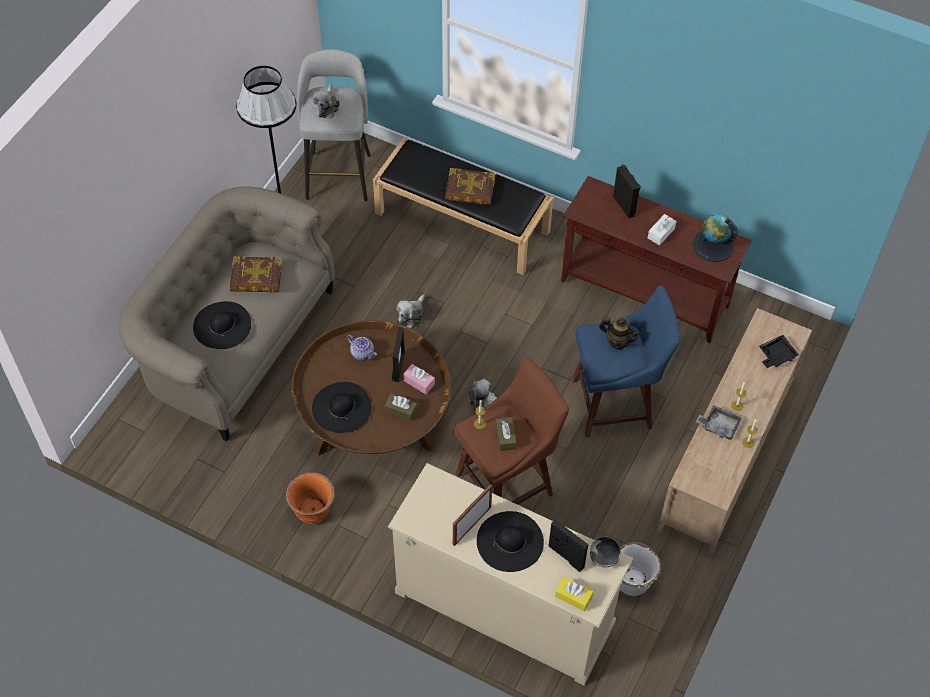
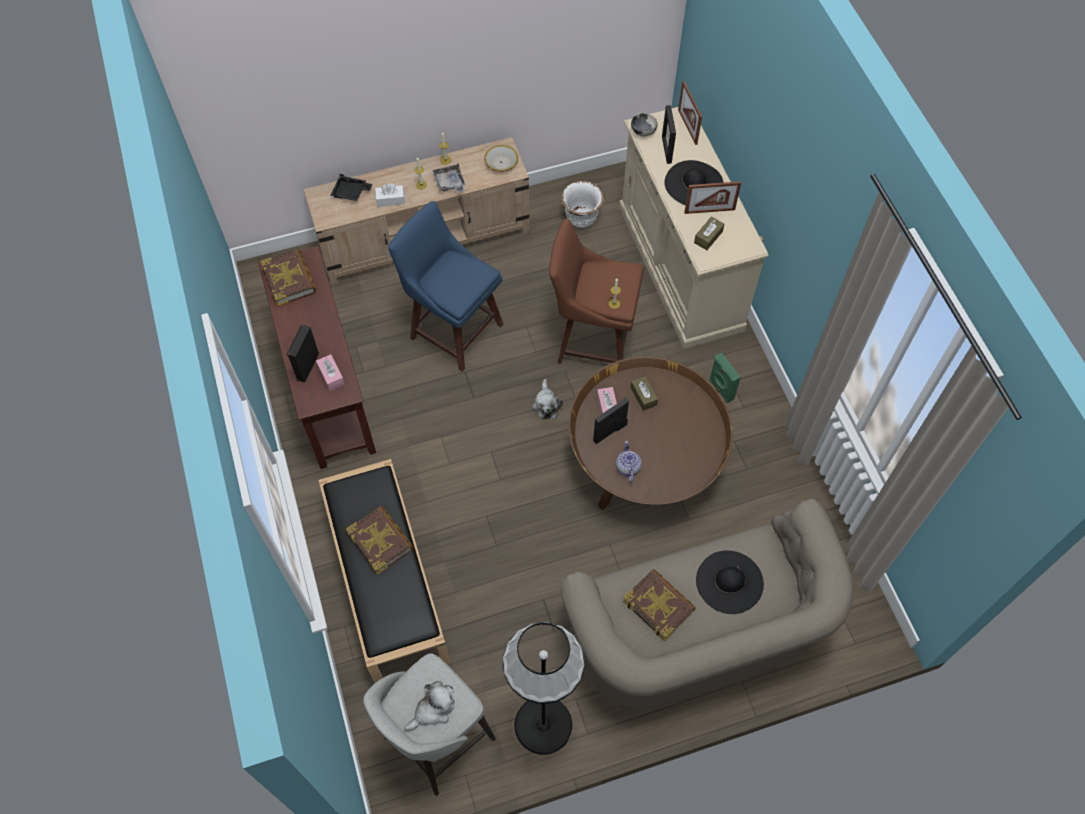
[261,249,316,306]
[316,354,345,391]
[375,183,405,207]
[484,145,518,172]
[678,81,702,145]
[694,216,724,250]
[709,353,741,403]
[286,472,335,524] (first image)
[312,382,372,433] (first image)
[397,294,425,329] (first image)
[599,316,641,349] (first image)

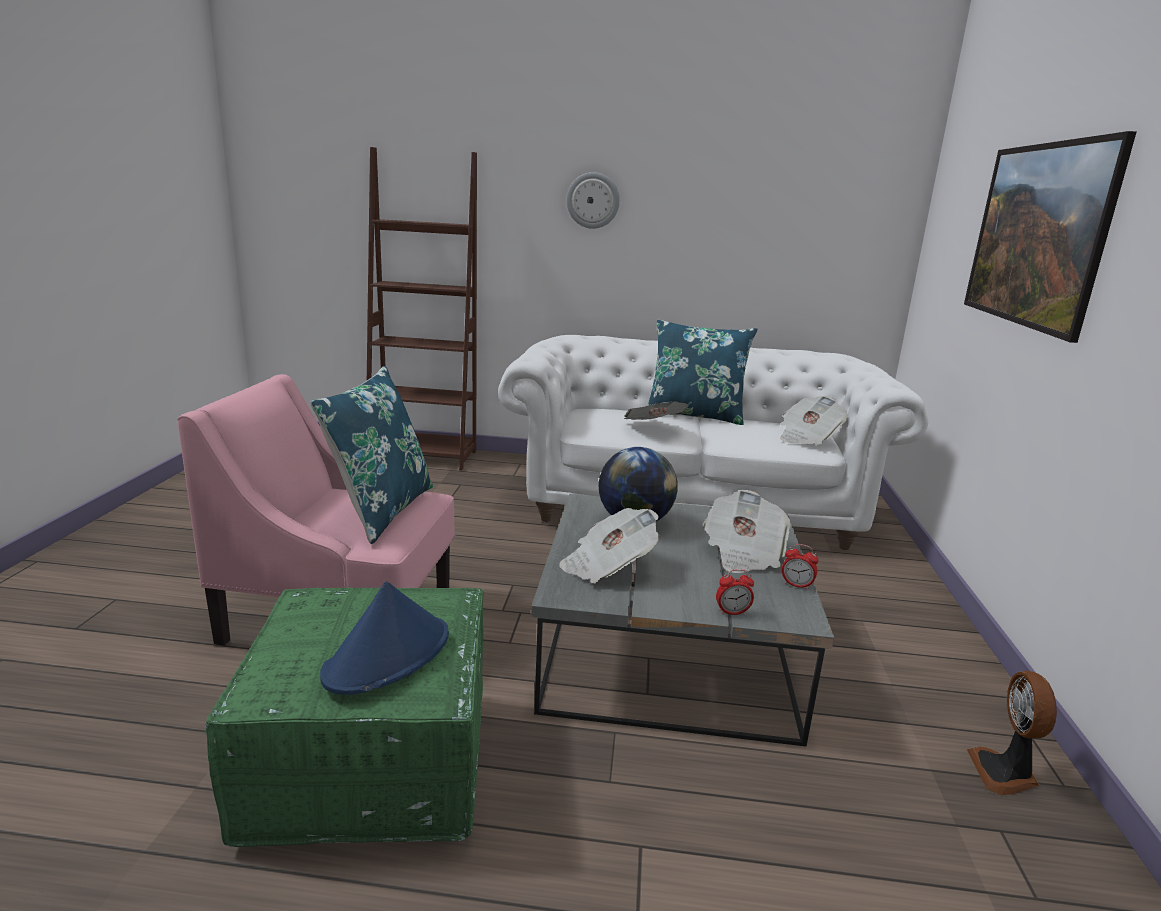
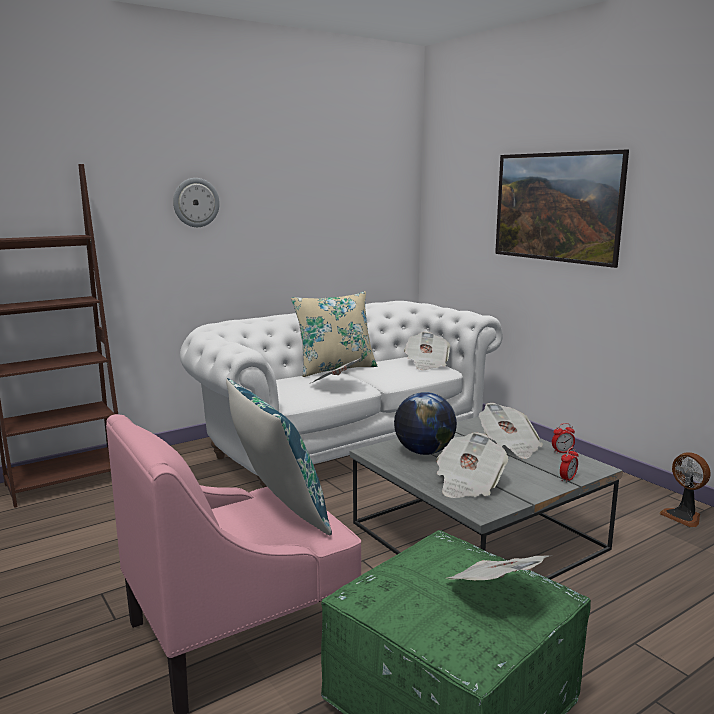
[291,291,378,377]
[445,555,552,580]

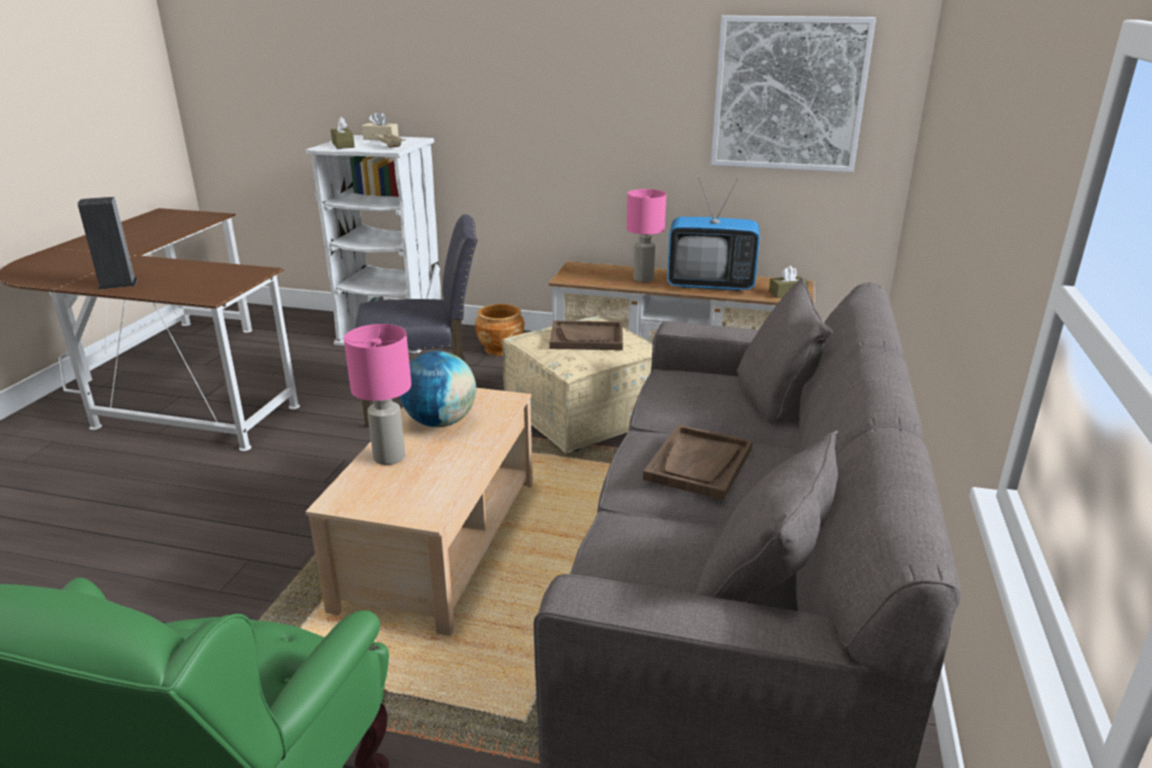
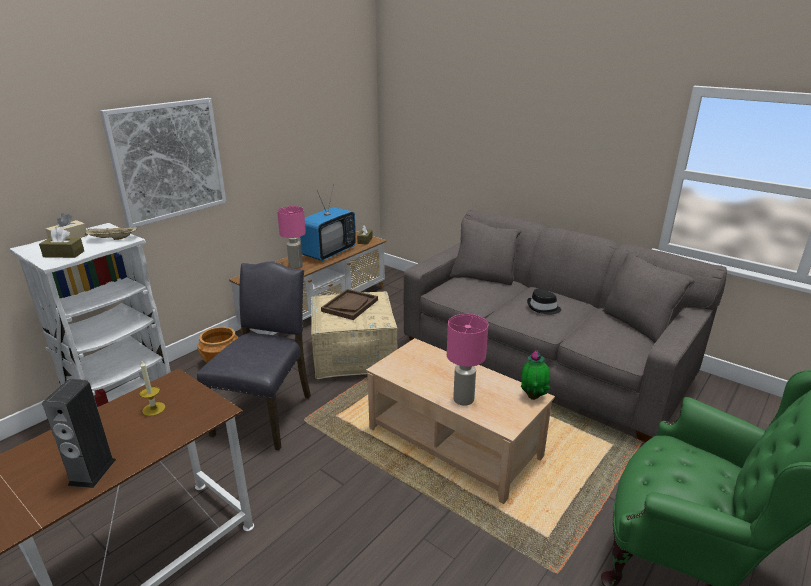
[100,98,226,228]
[140,361,165,416]
[521,350,551,400]
[527,289,561,315]
[400,351,476,427] (first image)

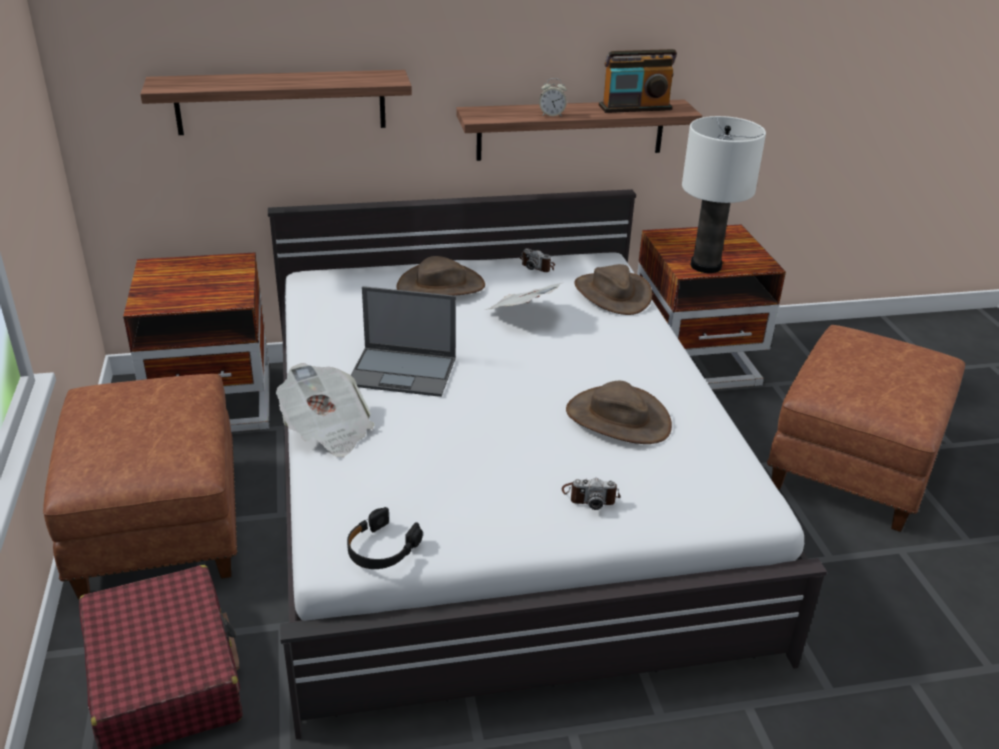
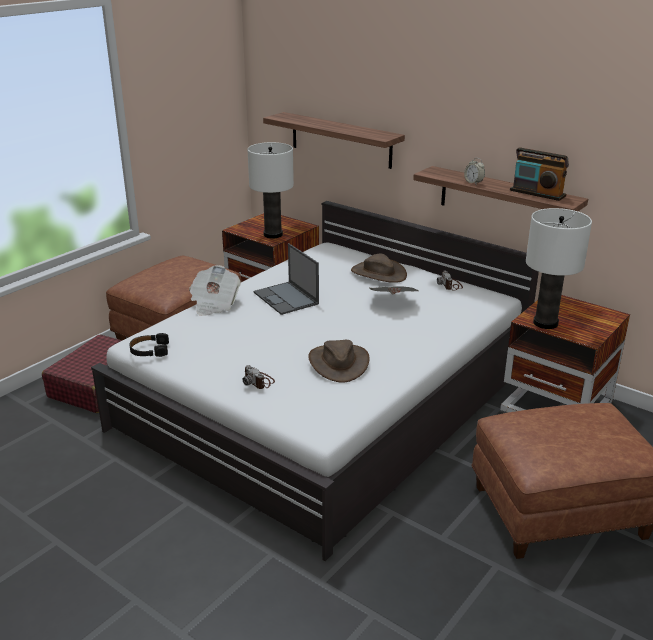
[247,142,294,238]
[574,264,652,315] (first image)

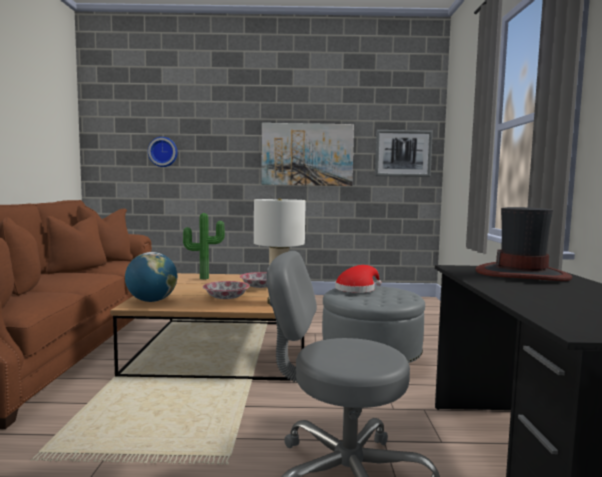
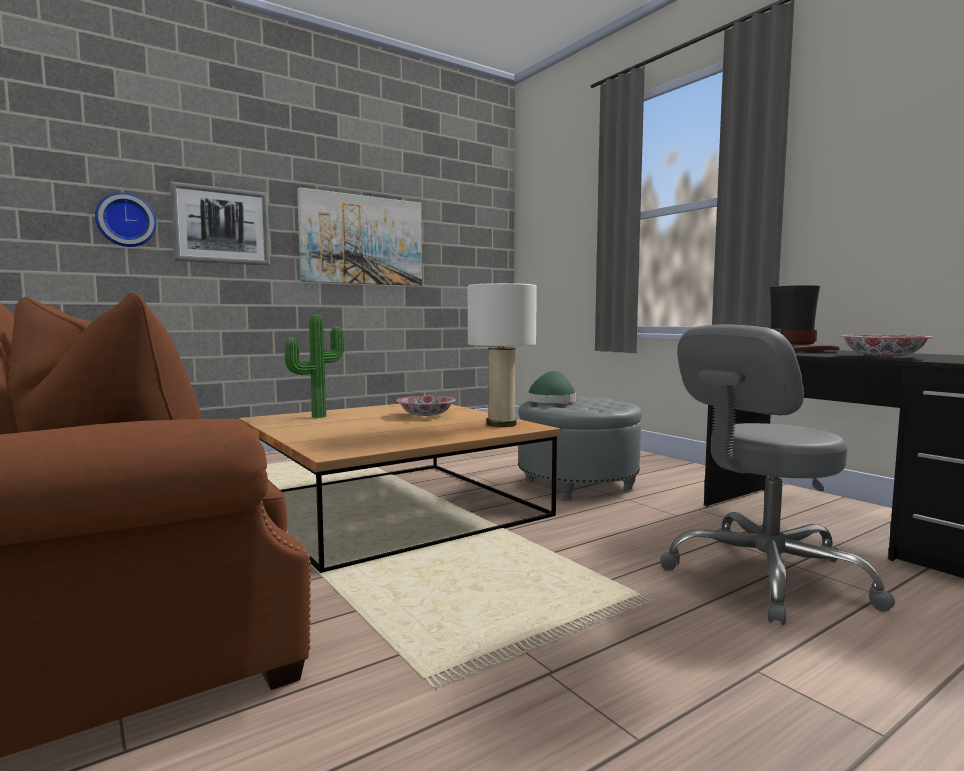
[170,181,270,266]
[527,371,576,403]
[840,335,933,357]
[125,252,177,302] (first image)

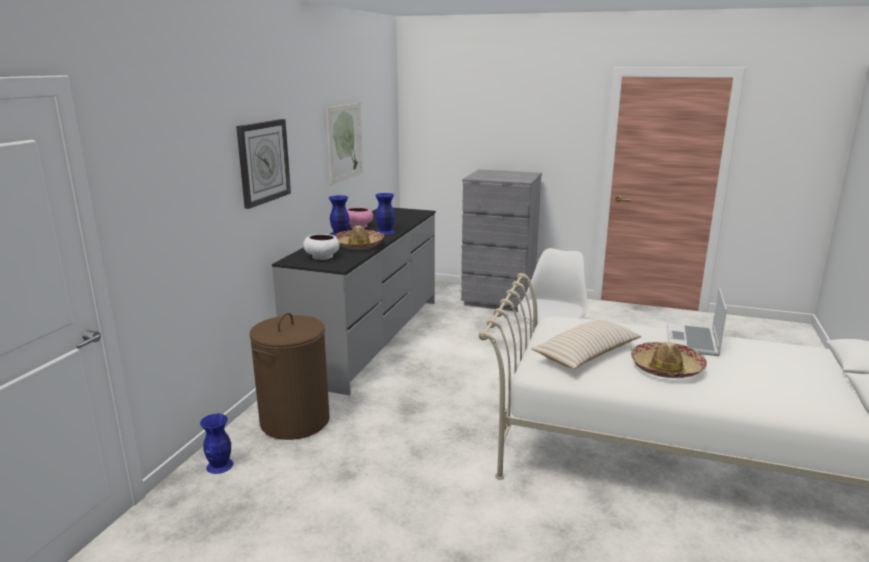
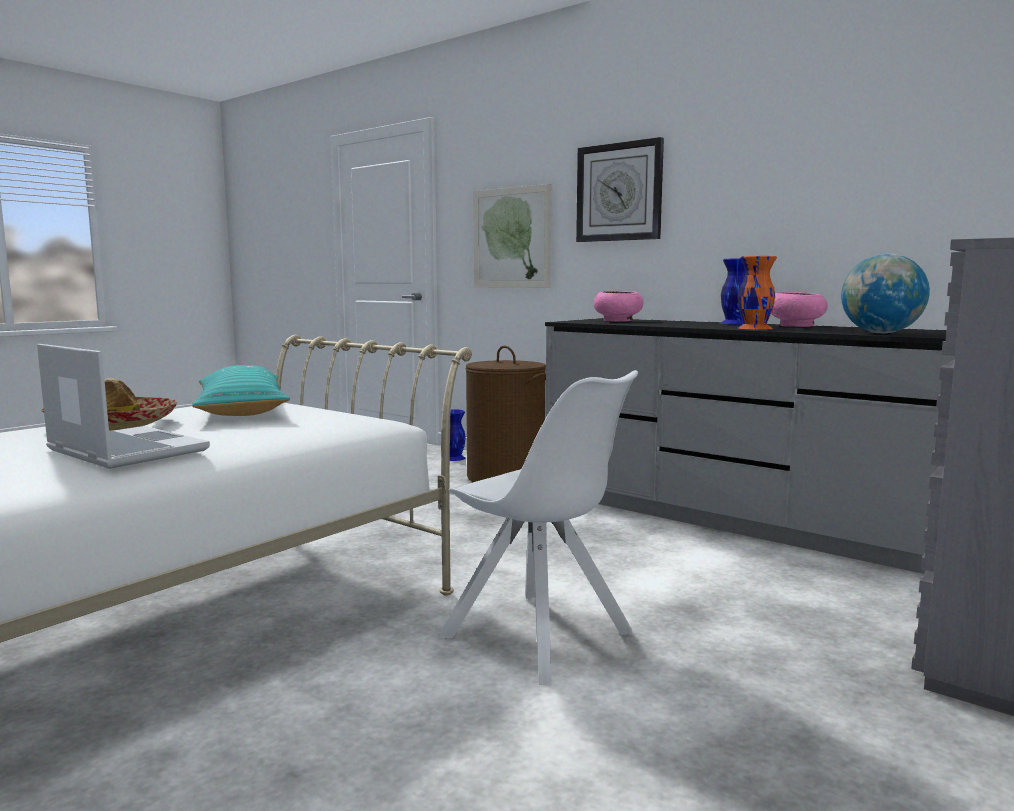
[192,365,290,416]
[473,184,552,288]
[593,291,644,322]
[737,256,777,329]
[841,254,930,333]
[334,226,384,249] (first image)

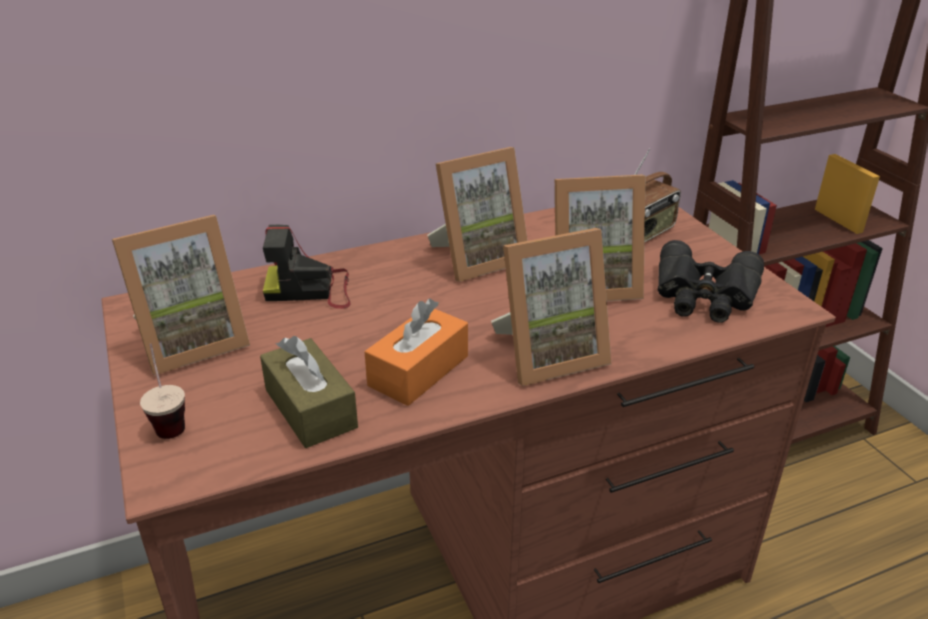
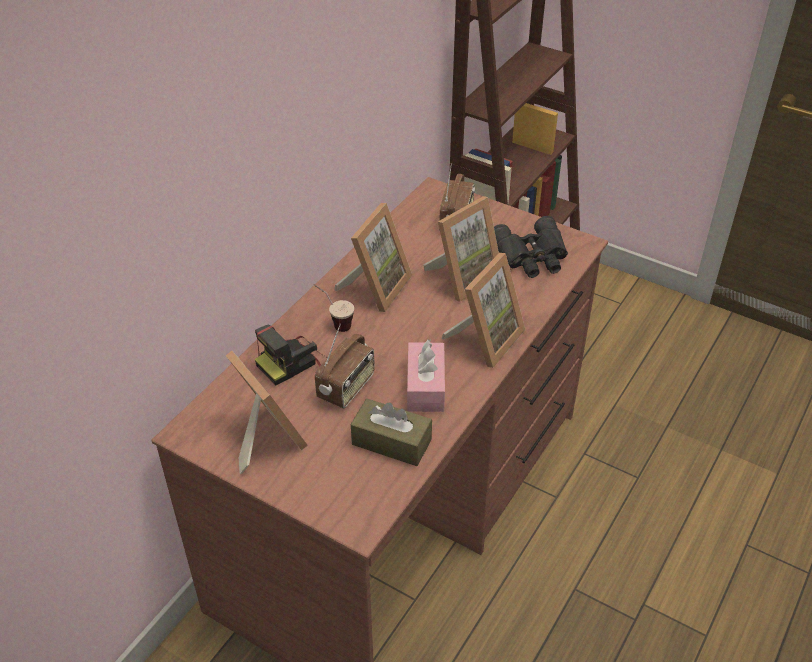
[225,351,308,474]
[313,284,354,332]
[315,324,375,408]
[407,340,445,412]

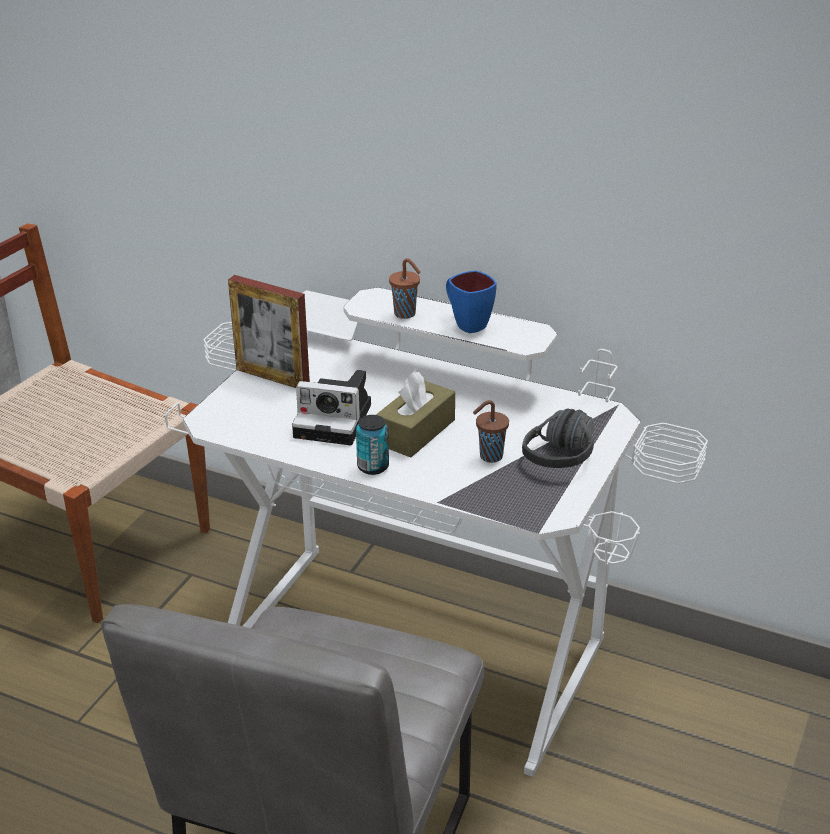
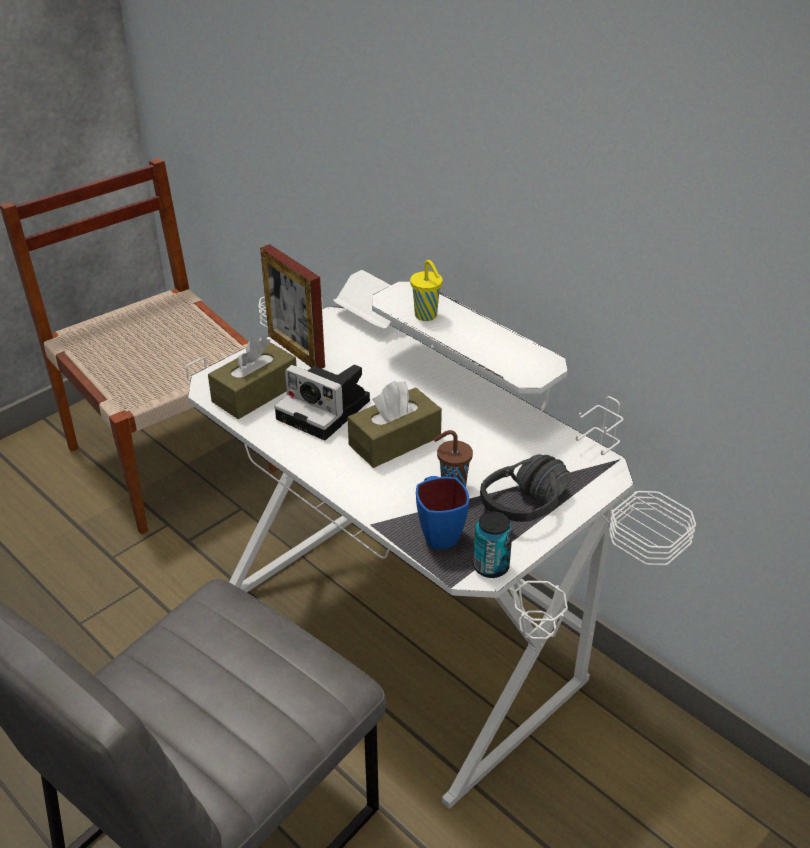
[208,336,297,419]
[410,260,443,321]
[416,476,469,549]
[473,512,513,578]

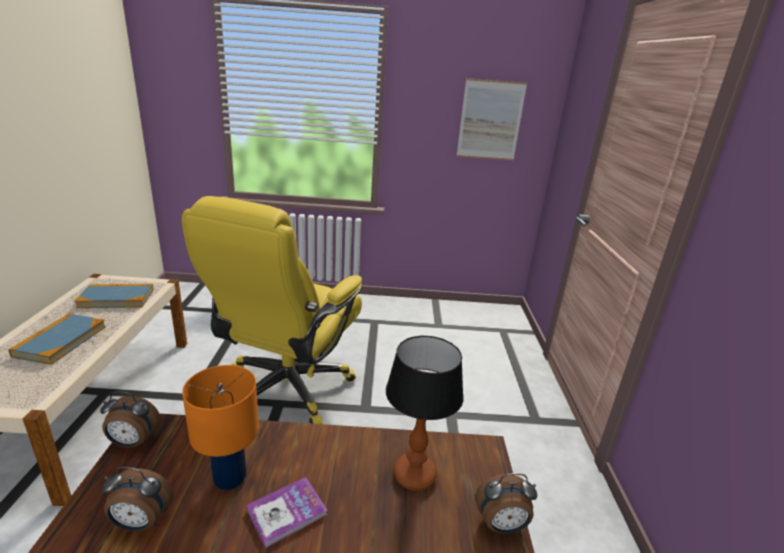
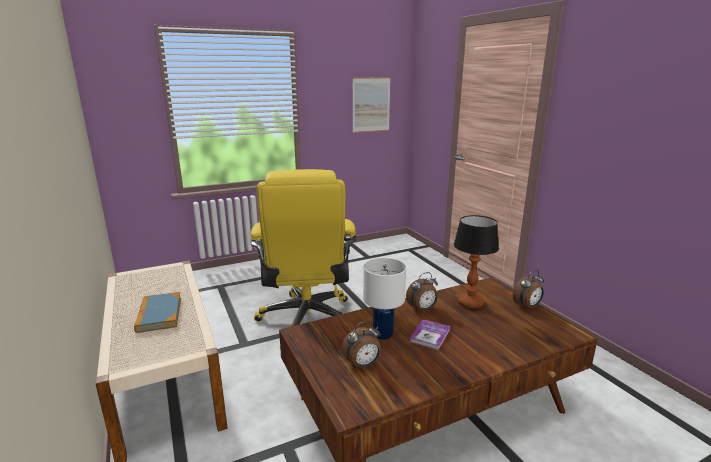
[363,258,406,340]
[406,272,438,312]
[74,284,154,308] (first image)

